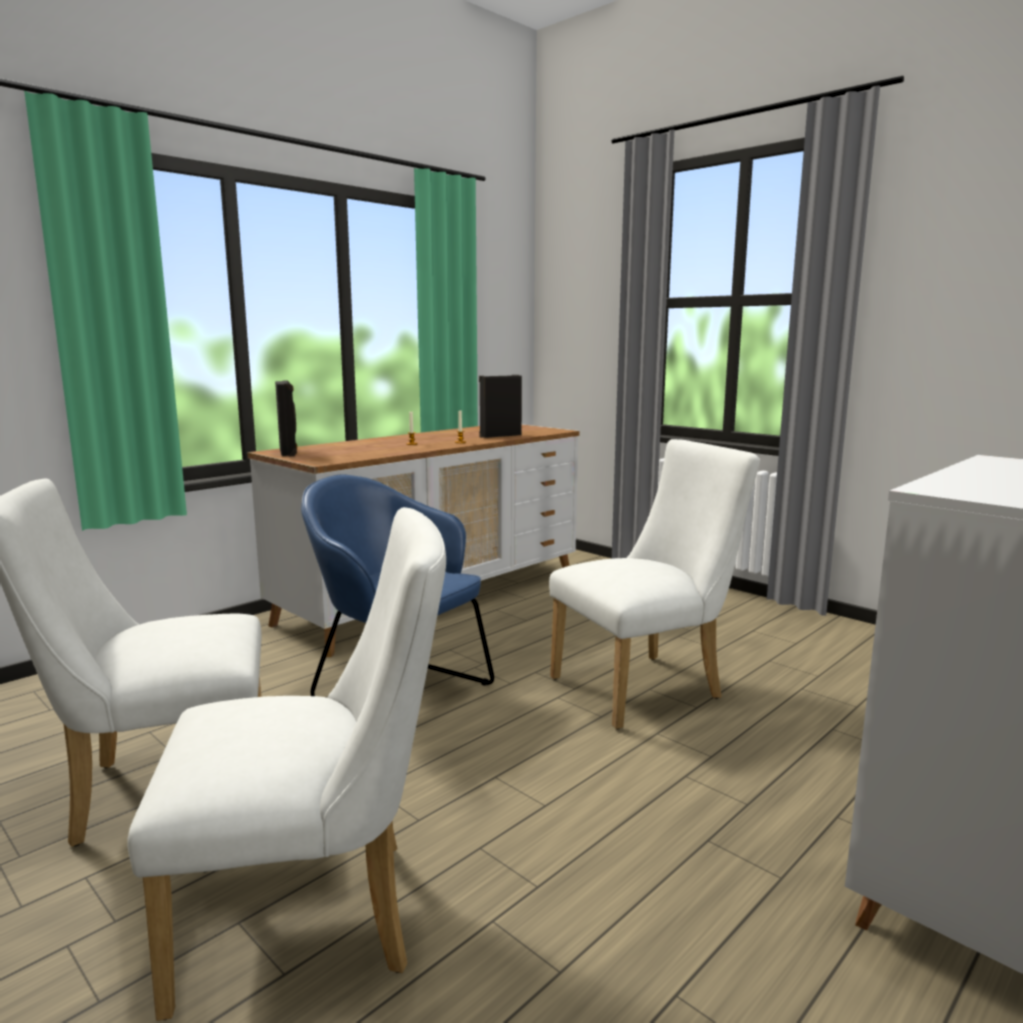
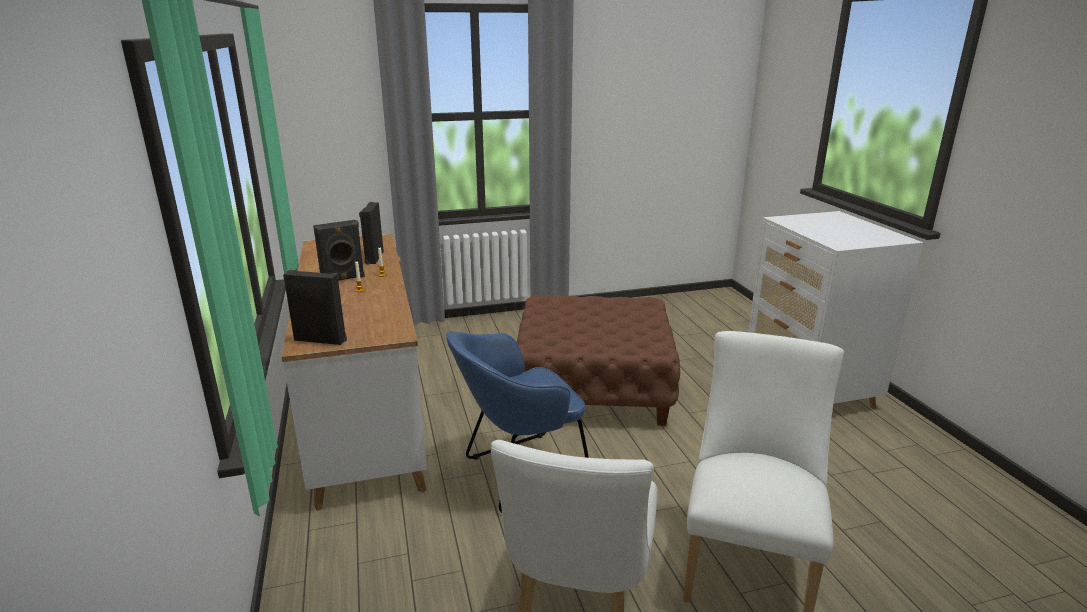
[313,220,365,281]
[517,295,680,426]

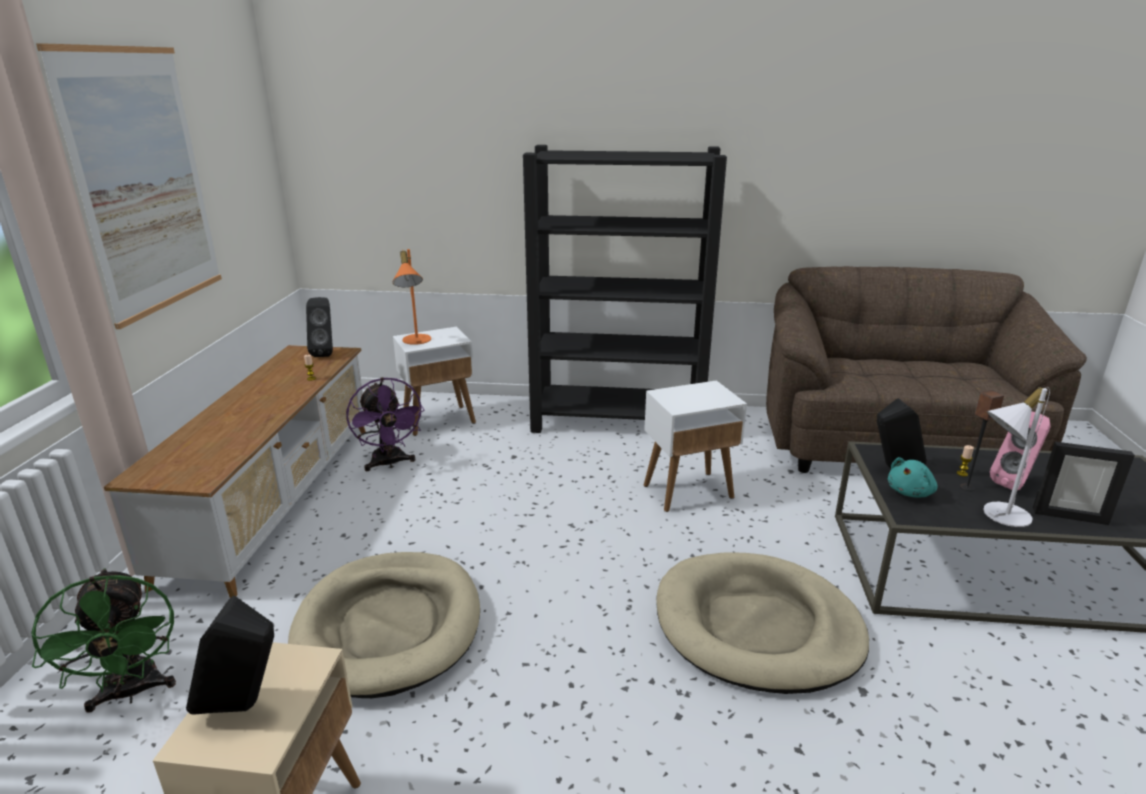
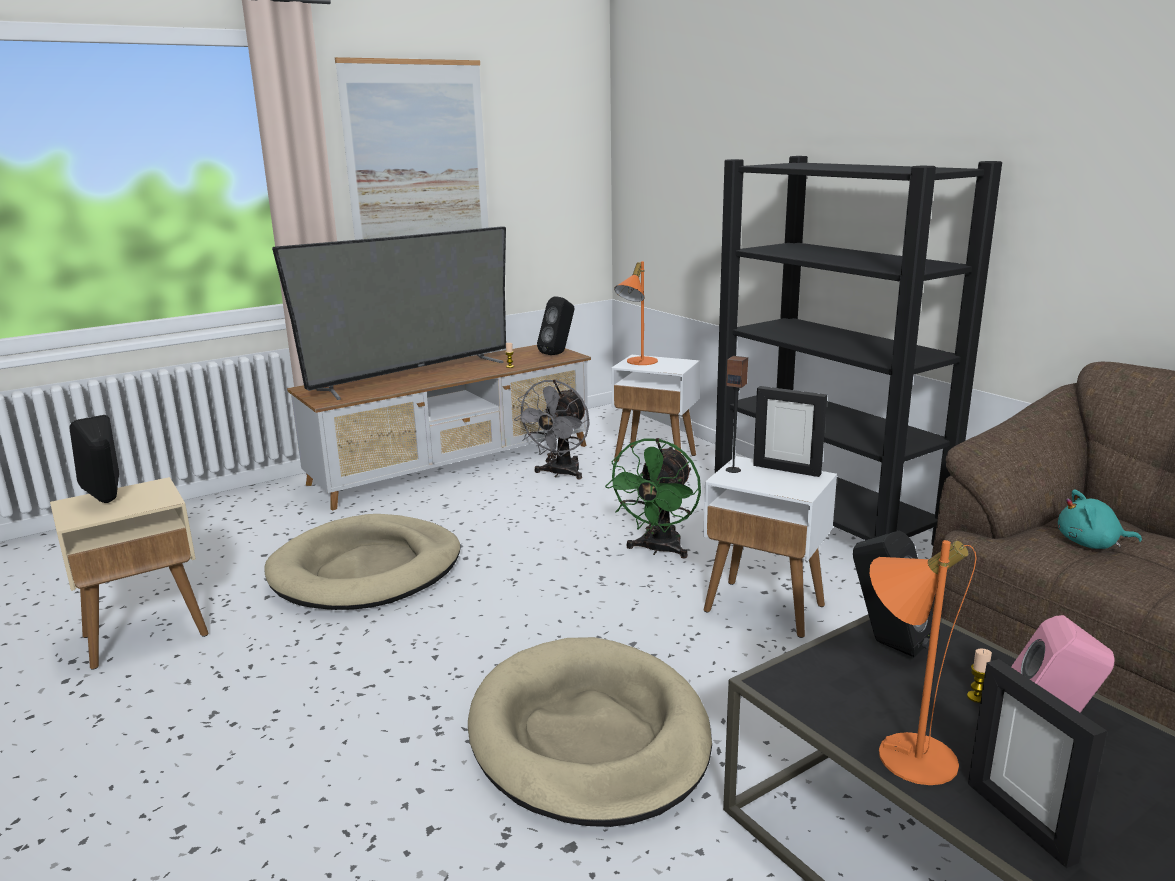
[272,226,506,400]
[514,379,590,480]
[605,438,701,558]
[726,356,748,473]
[753,386,827,477]
[870,540,977,785]
[1058,489,1142,549]

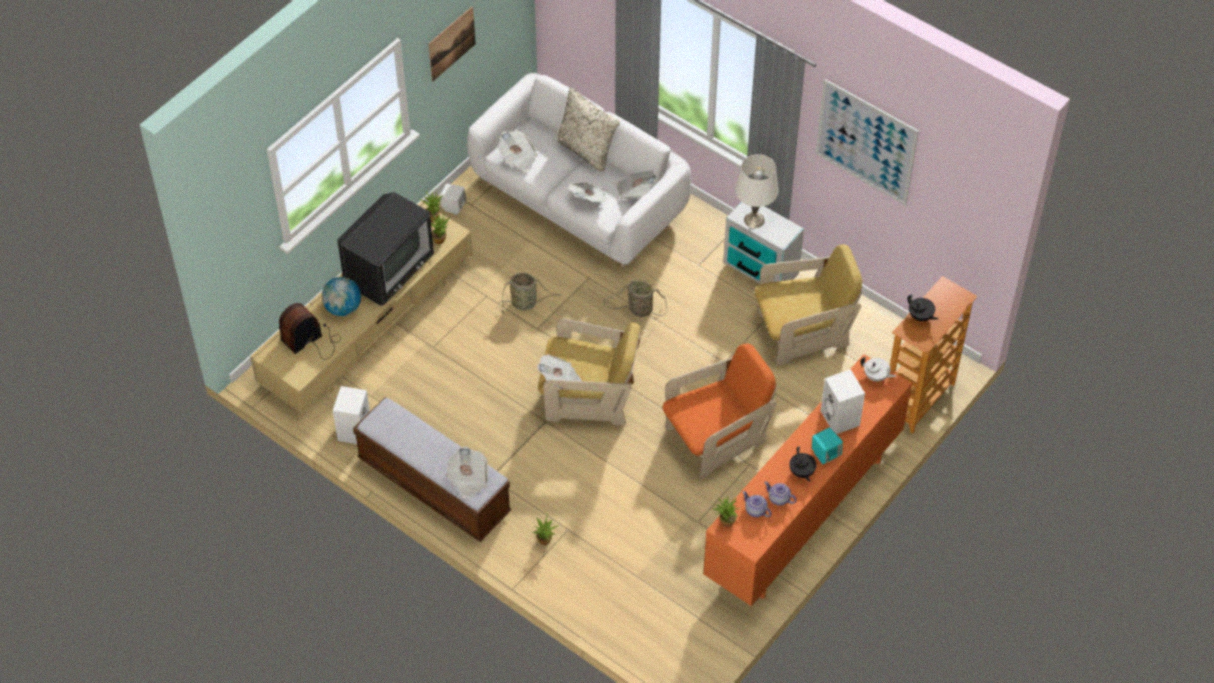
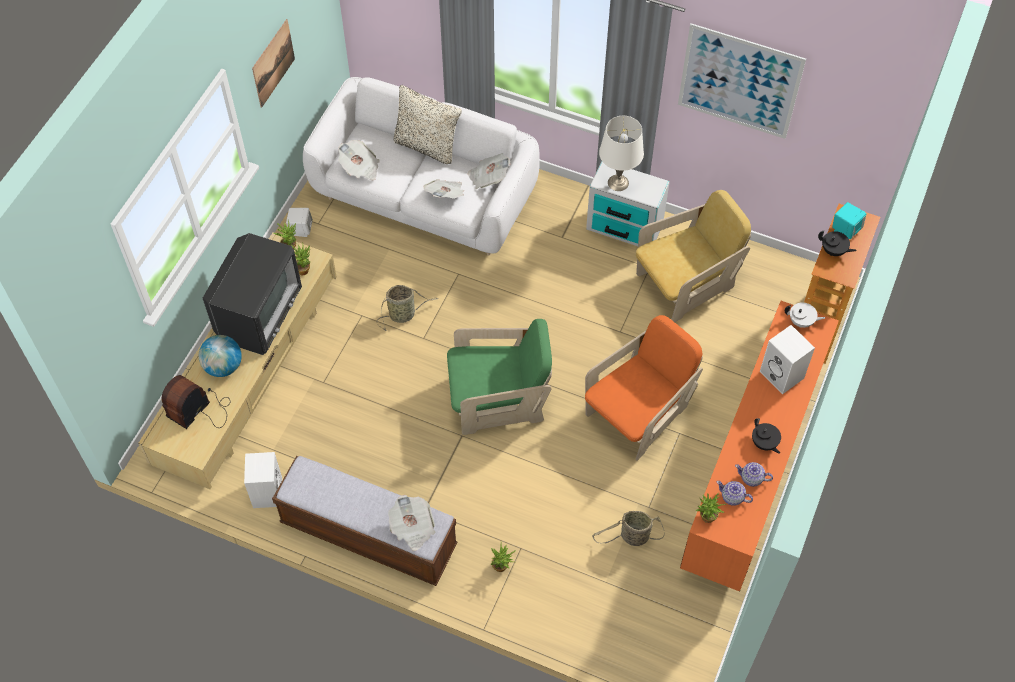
[447,319,552,435]
[592,511,665,546]
[832,202,866,239]
[537,354,582,389] (first image)

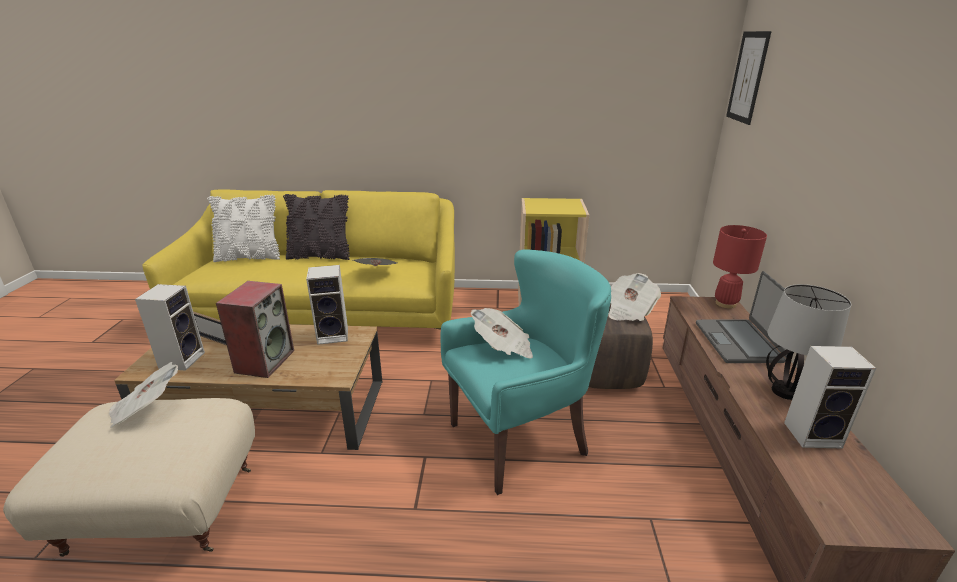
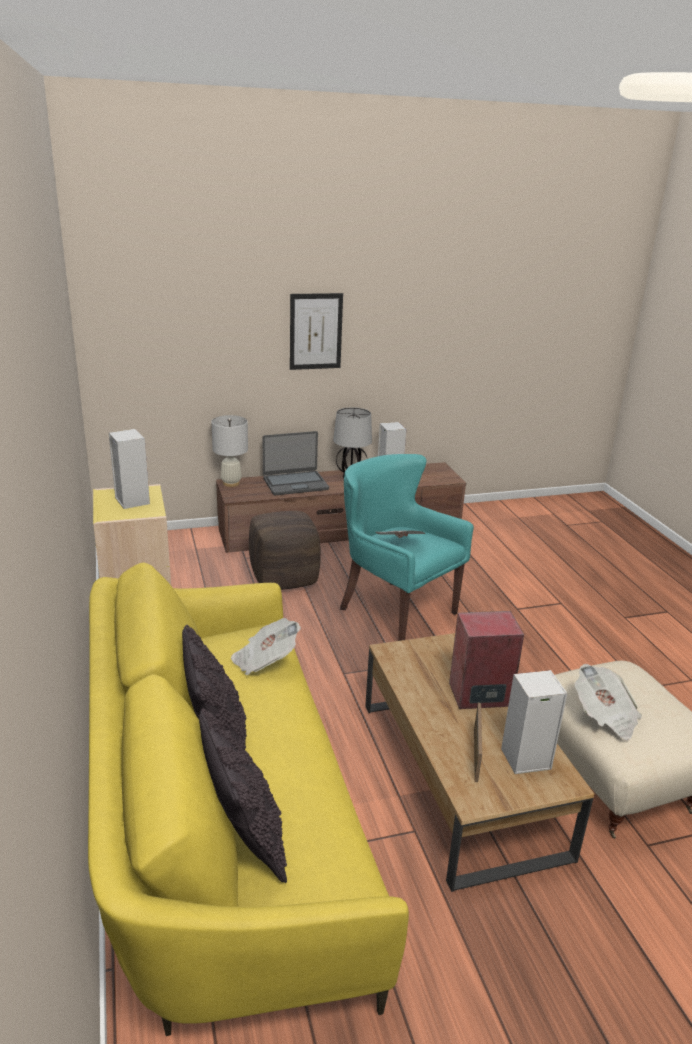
[109,429,150,509]
[199,708,287,883]
[211,415,248,487]
[290,293,343,370]
[609,273,661,321] (first image)

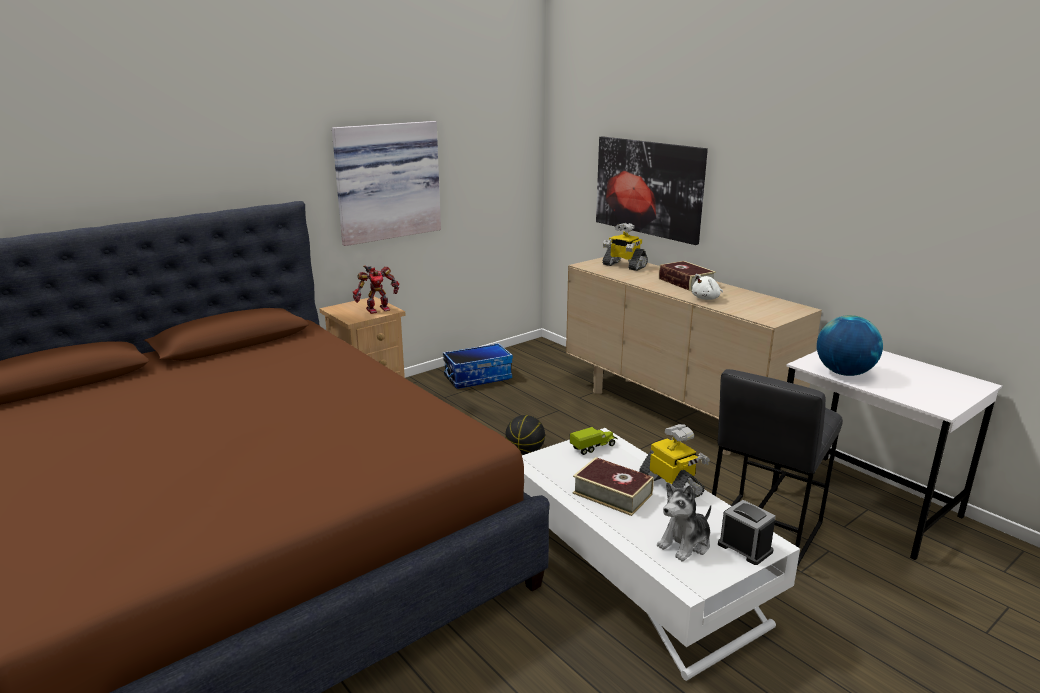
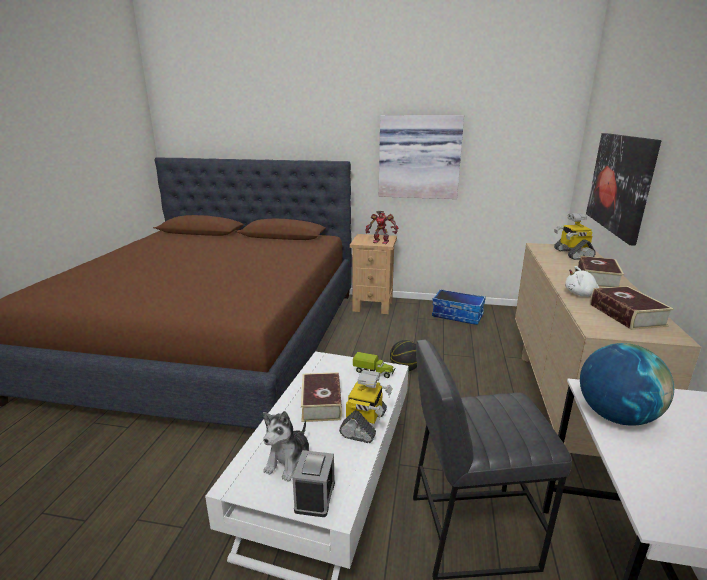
[263,411,309,482]
[590,286,674,330]

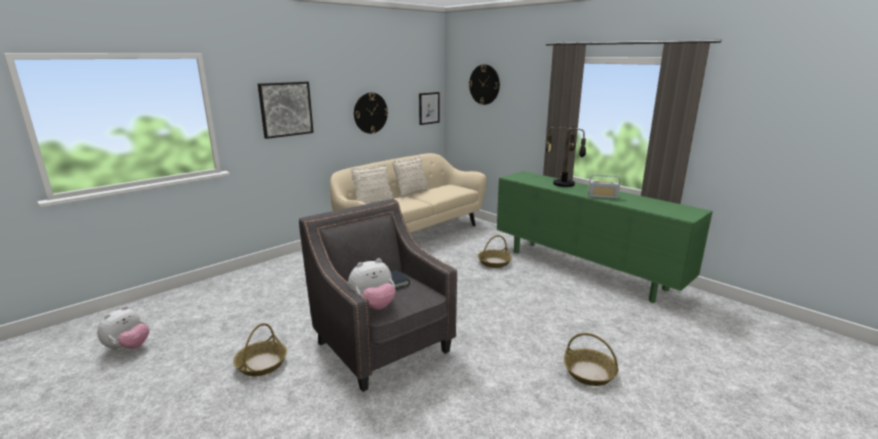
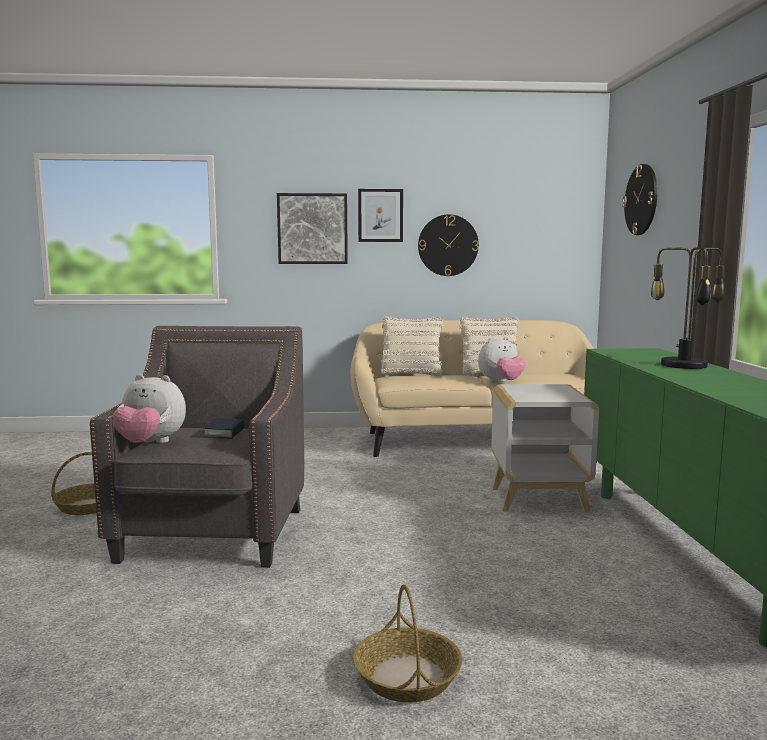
[358,189,403,242]
[478,337,526,383]
[491,384,599,512]
[588,175,620,199] (first image)

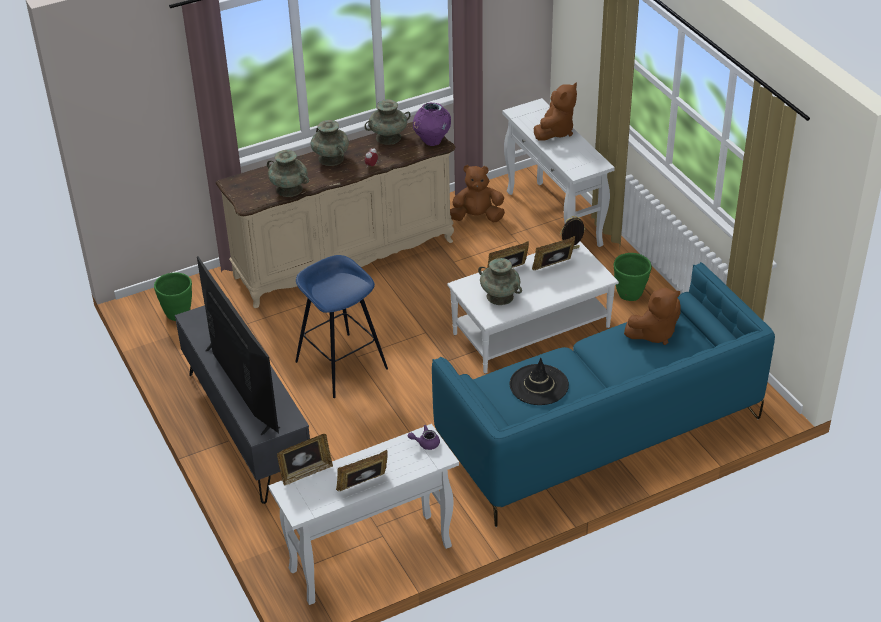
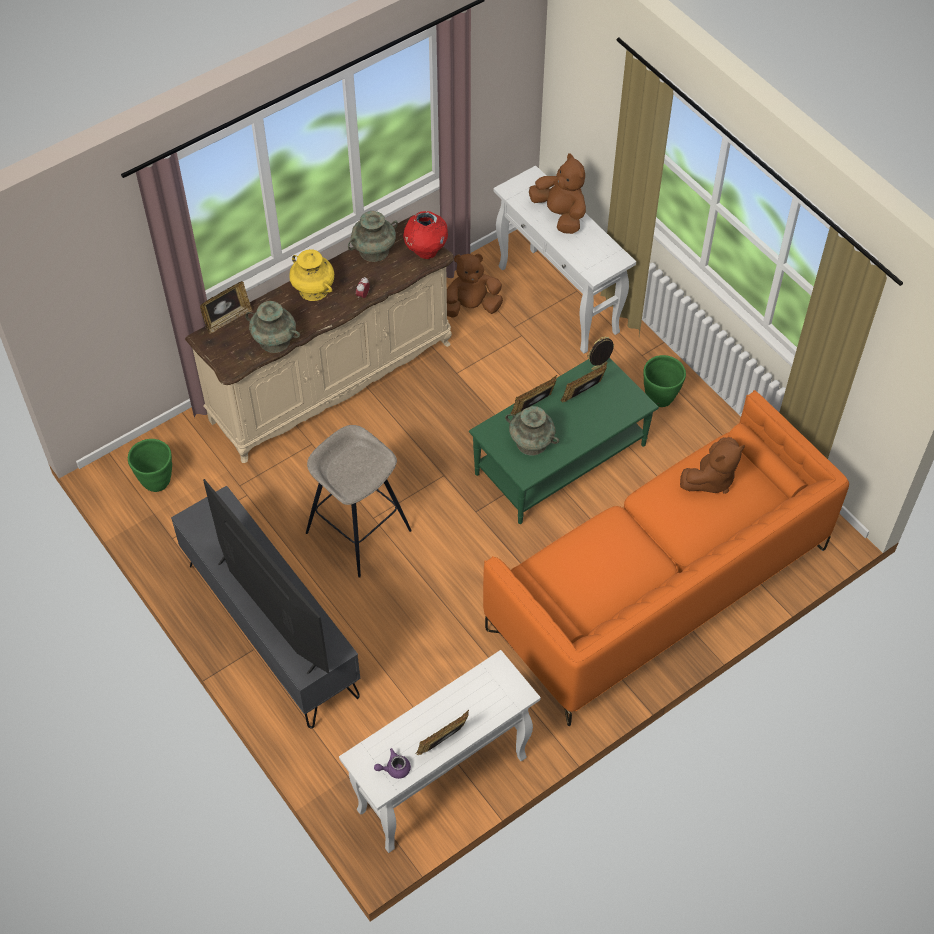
[200,281,252,334]
[289,249,334,301]
[306,425,412,578]
[374,748,411,779]
[403,211,448,259]
[469,357,659,524]
[483,390,849,726]
[529,153,586,234]
[510,358,569,405] (first image)

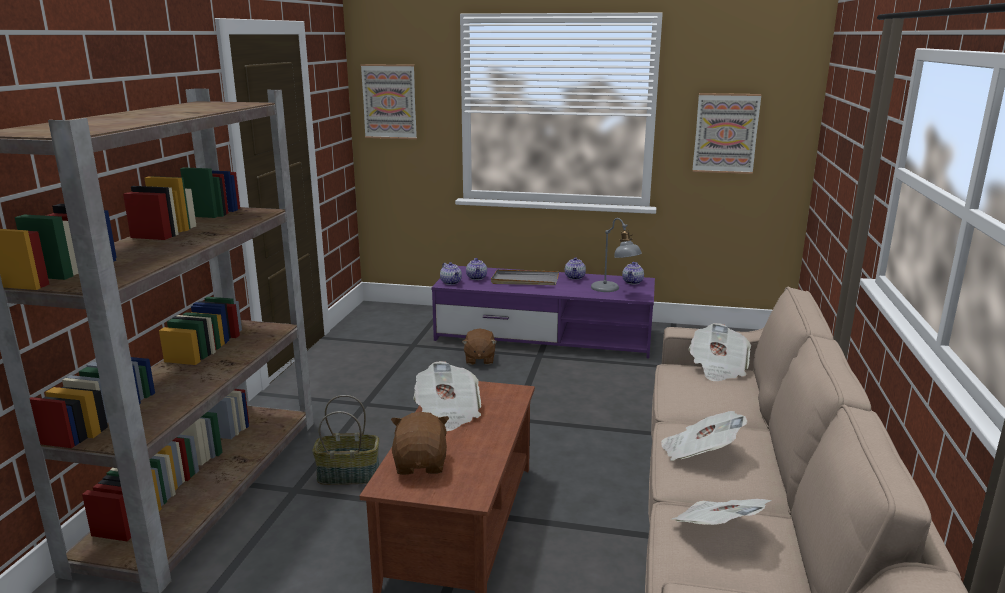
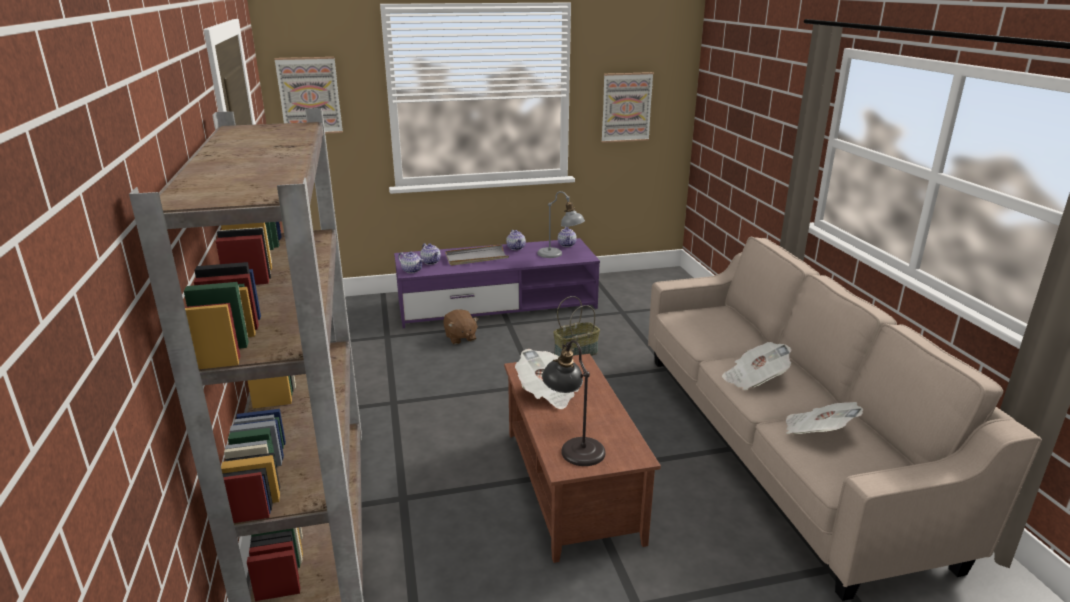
[542,340,605,466]
[553,296,600,357]
[689,323,751,381] (first image)

